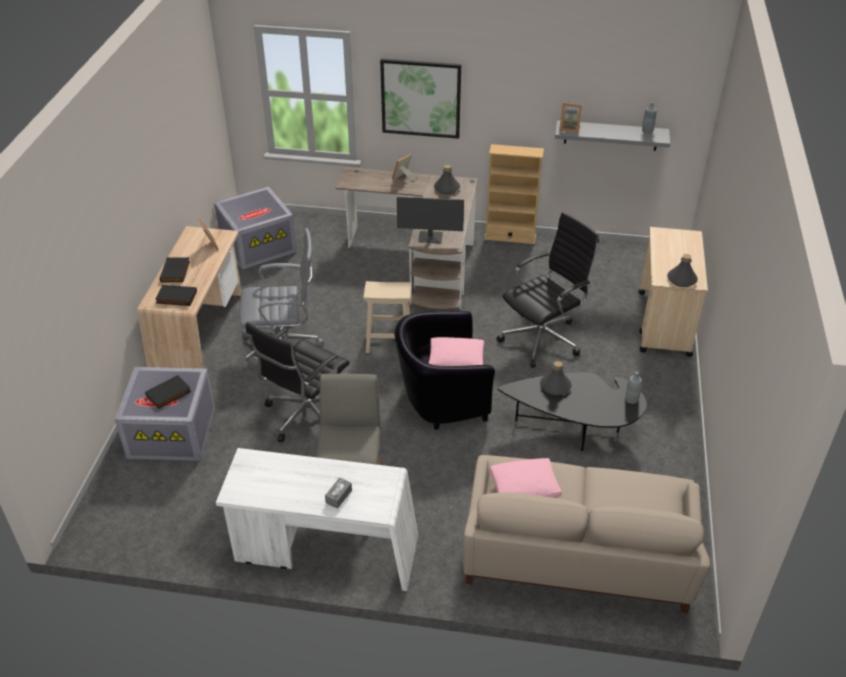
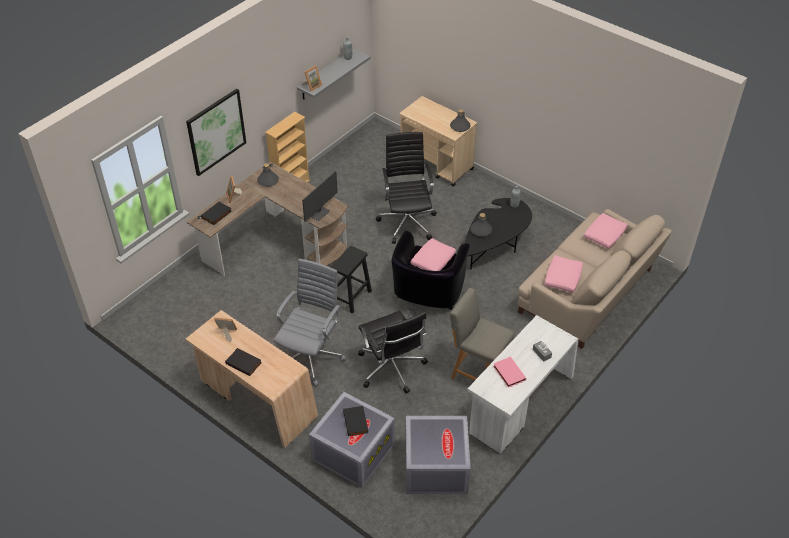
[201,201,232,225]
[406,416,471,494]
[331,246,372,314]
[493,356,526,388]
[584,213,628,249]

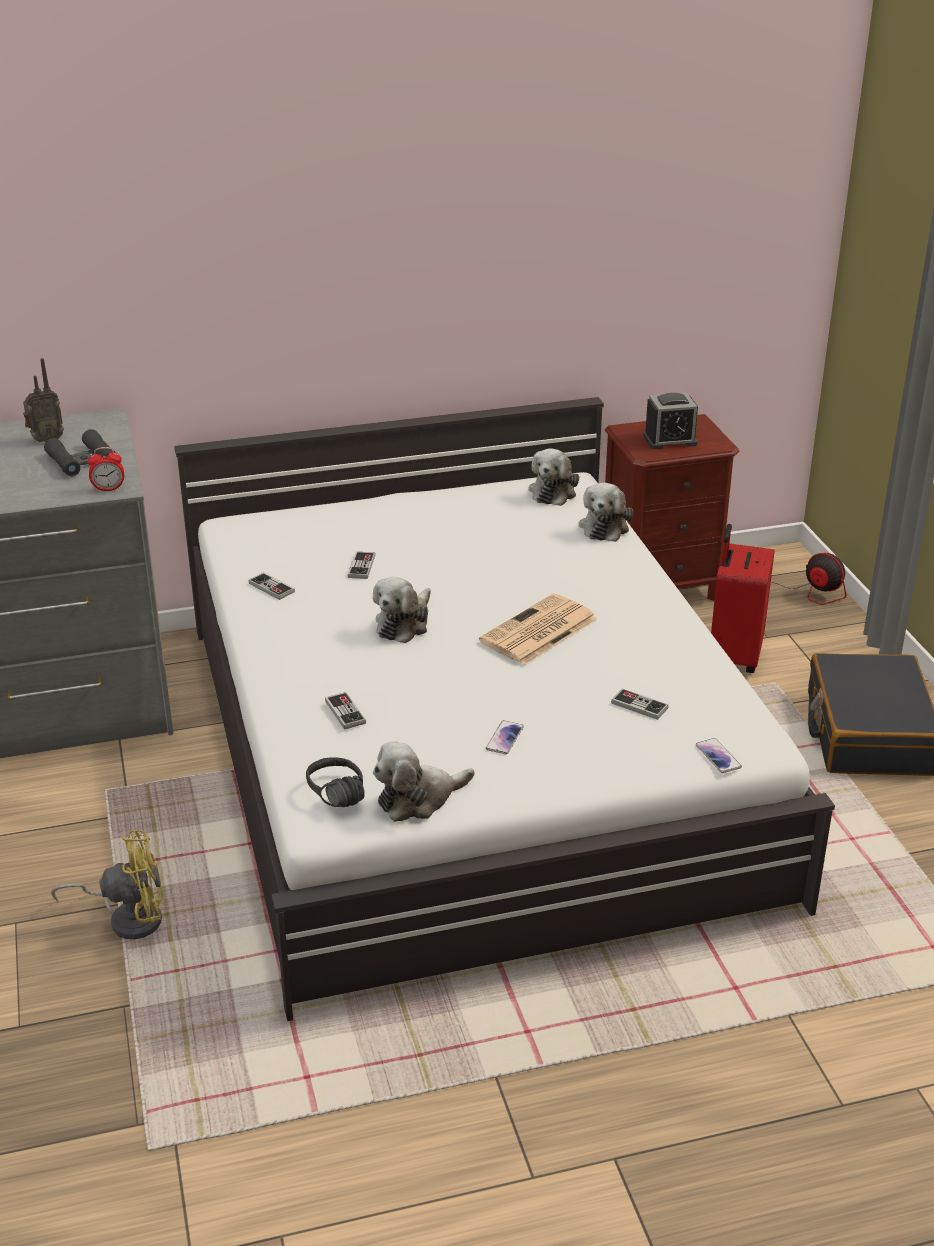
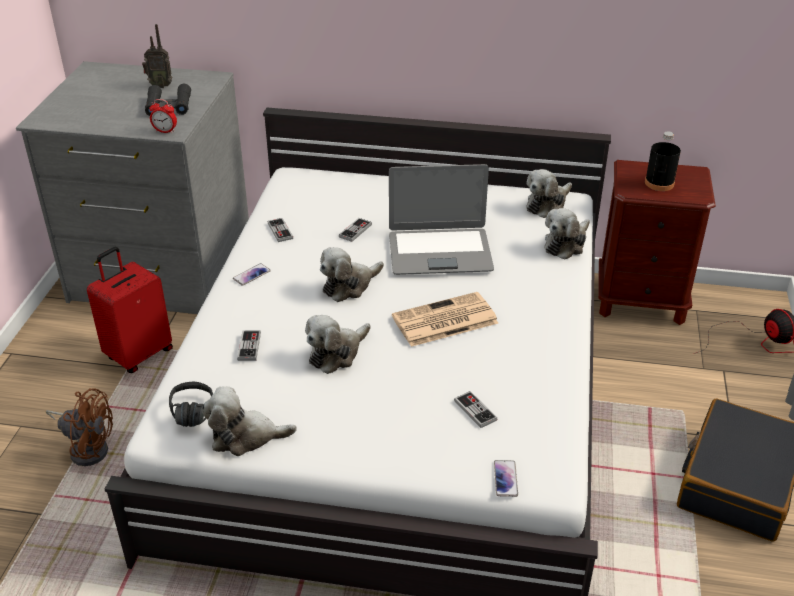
[46,388,113,466]
[233,263,271,285]
[645,131,681,191]
[87,247,173,373]
[305,315,371,374]
[389,164,494,275]

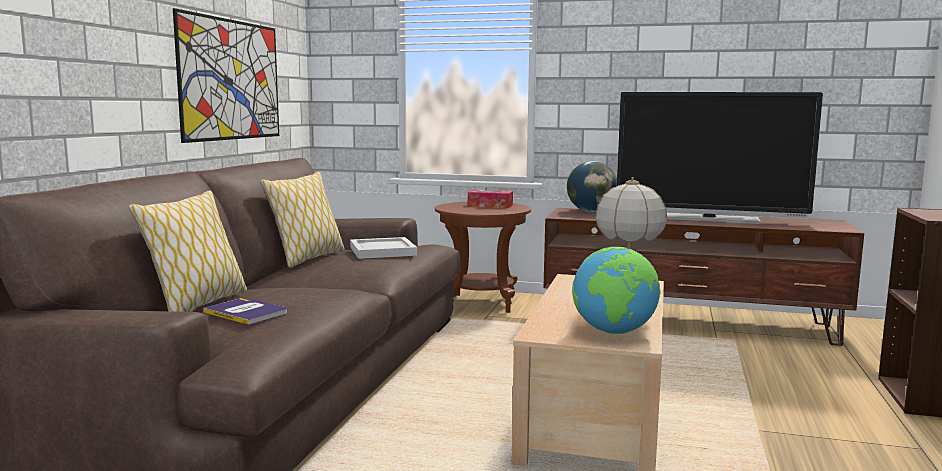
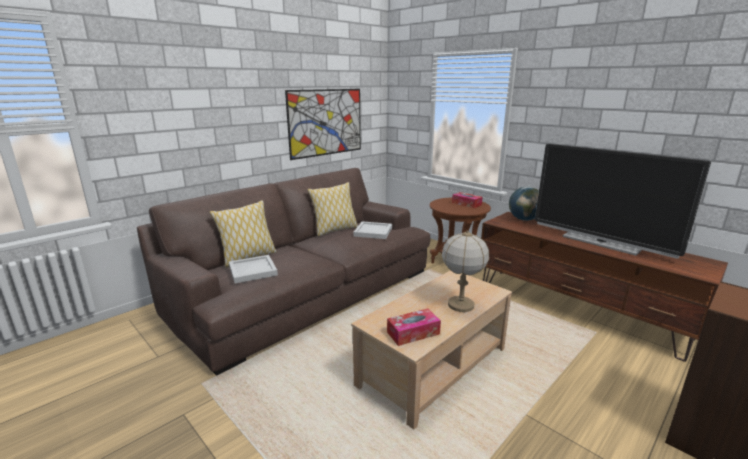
[229,255,278,283]
[387,308,441,346]

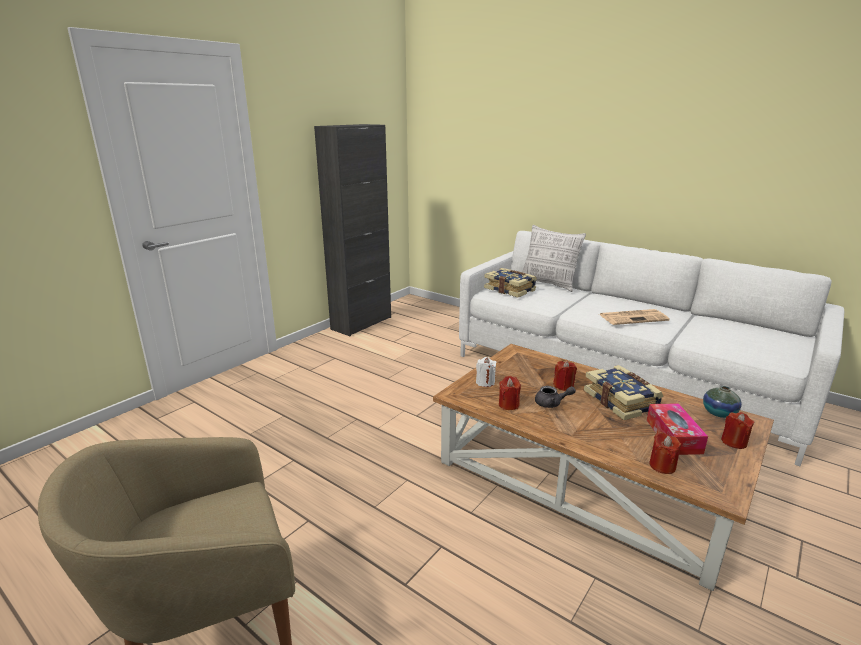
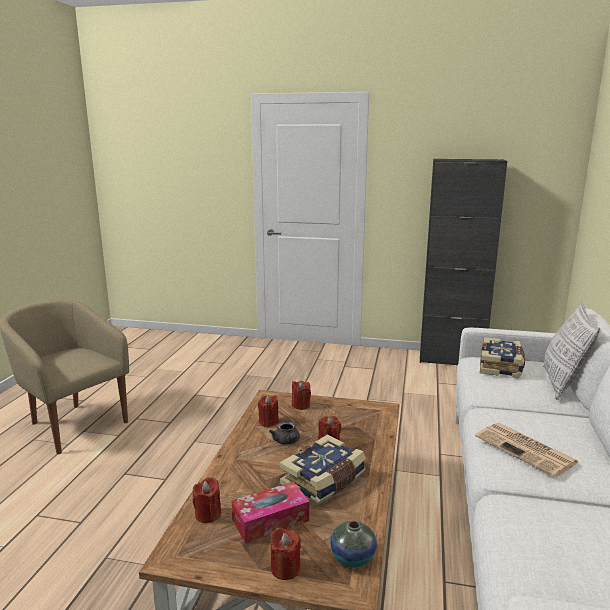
[292,381,311,410]

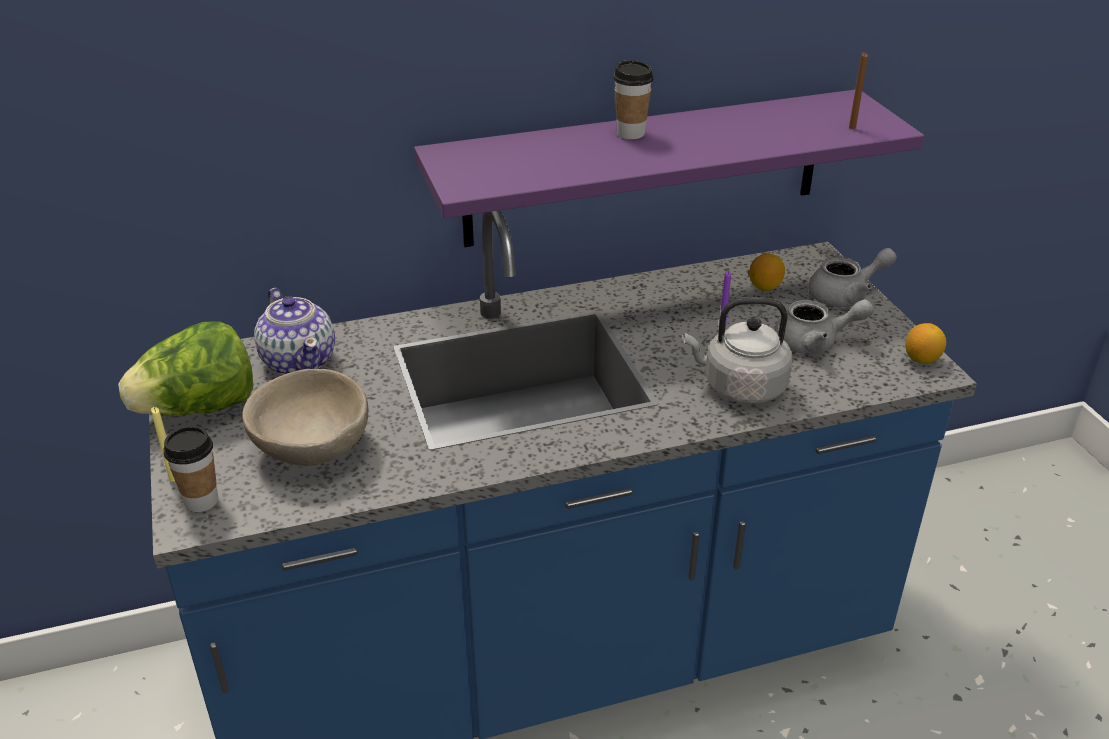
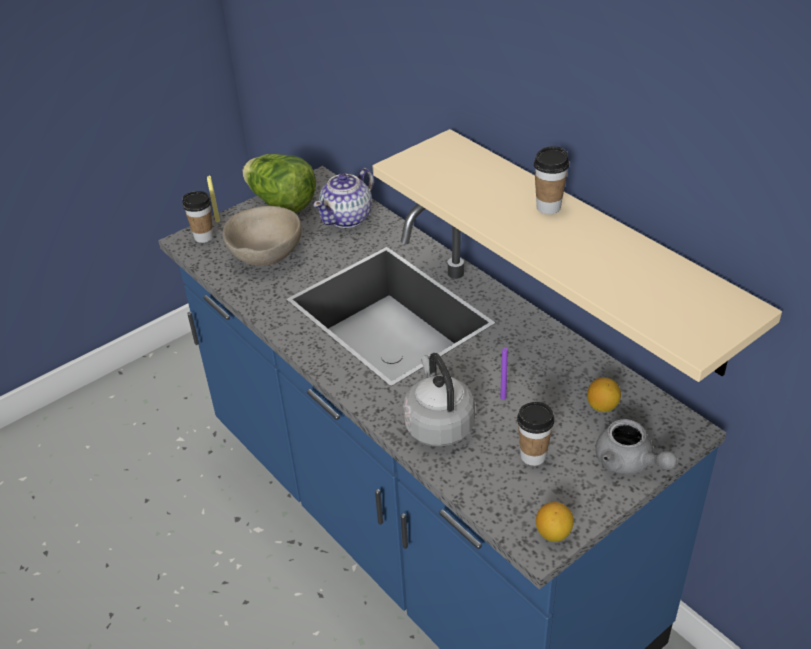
[372,129,782,382]
[517,402,554,466]
[849,53,868,129] (first image)

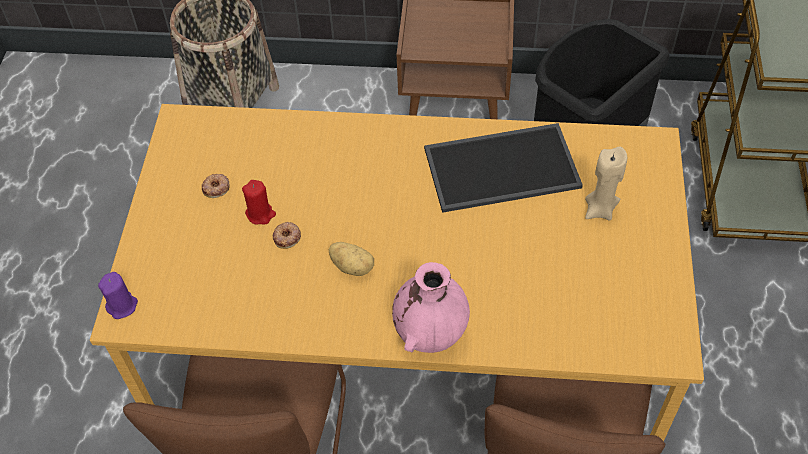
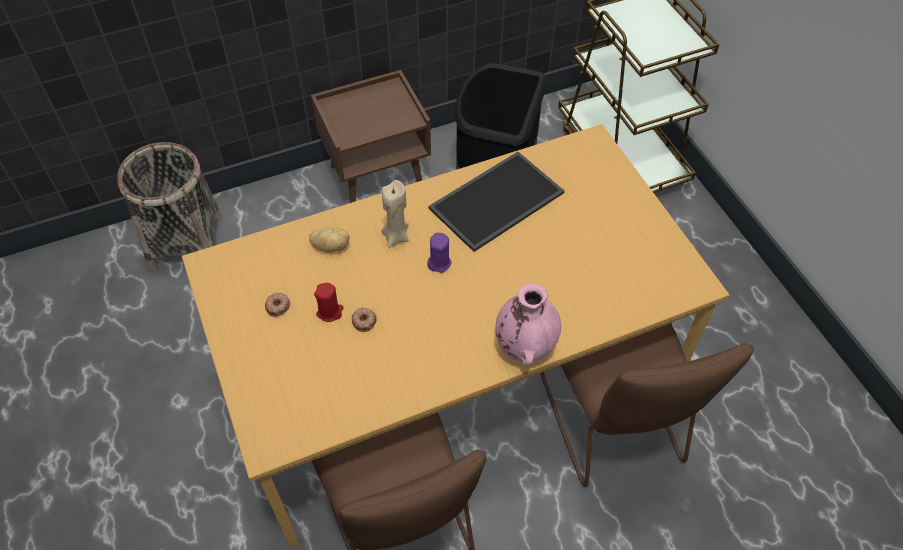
[427,233,452,273]
[309,228,350,252]
[381,180,409,248]

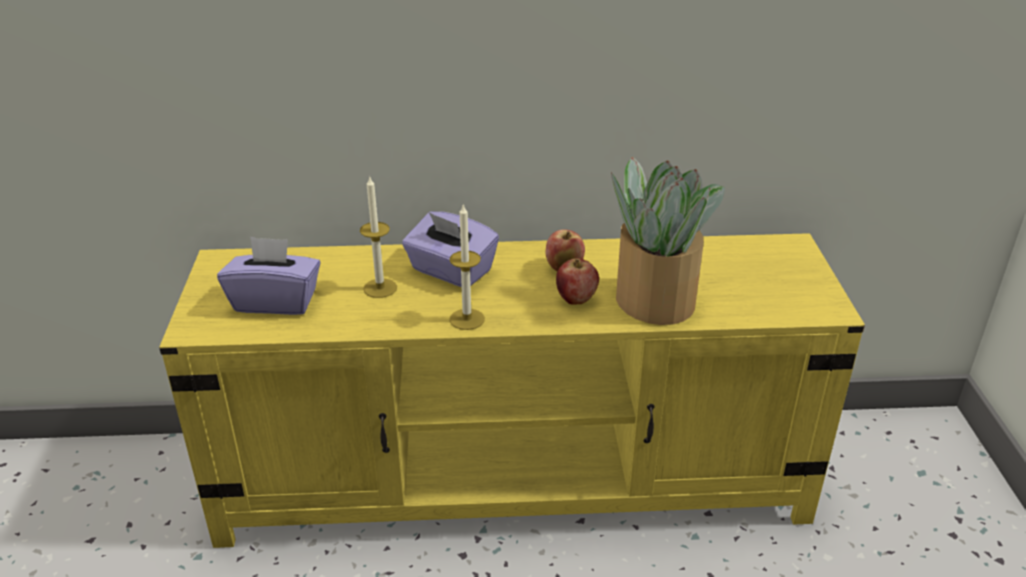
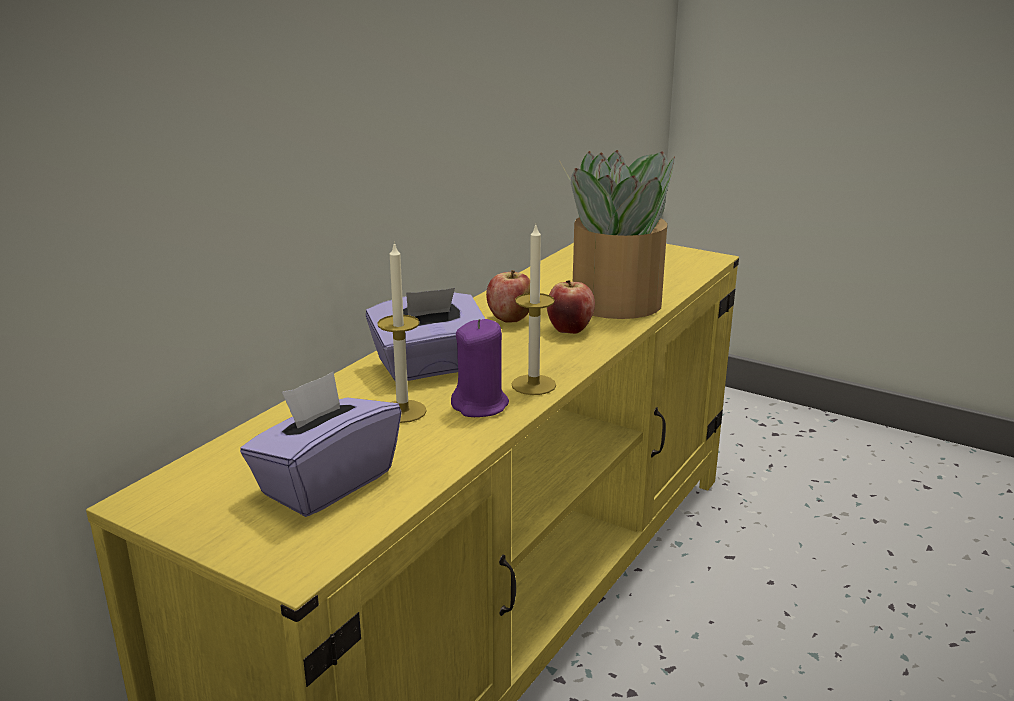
[451,319,509,417]

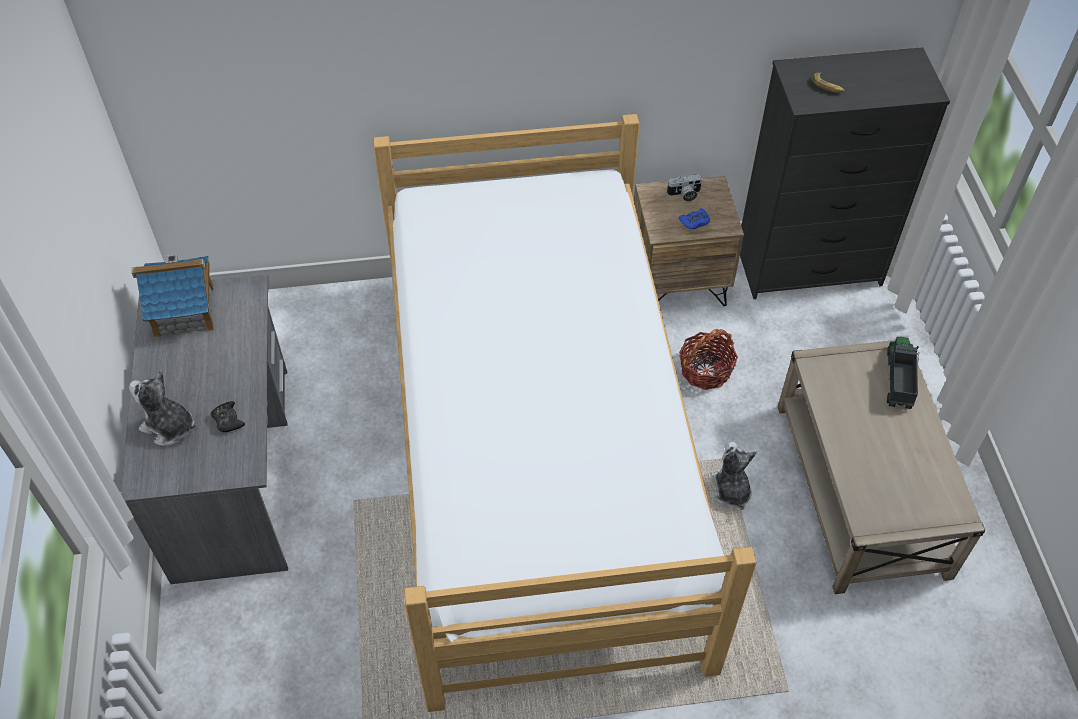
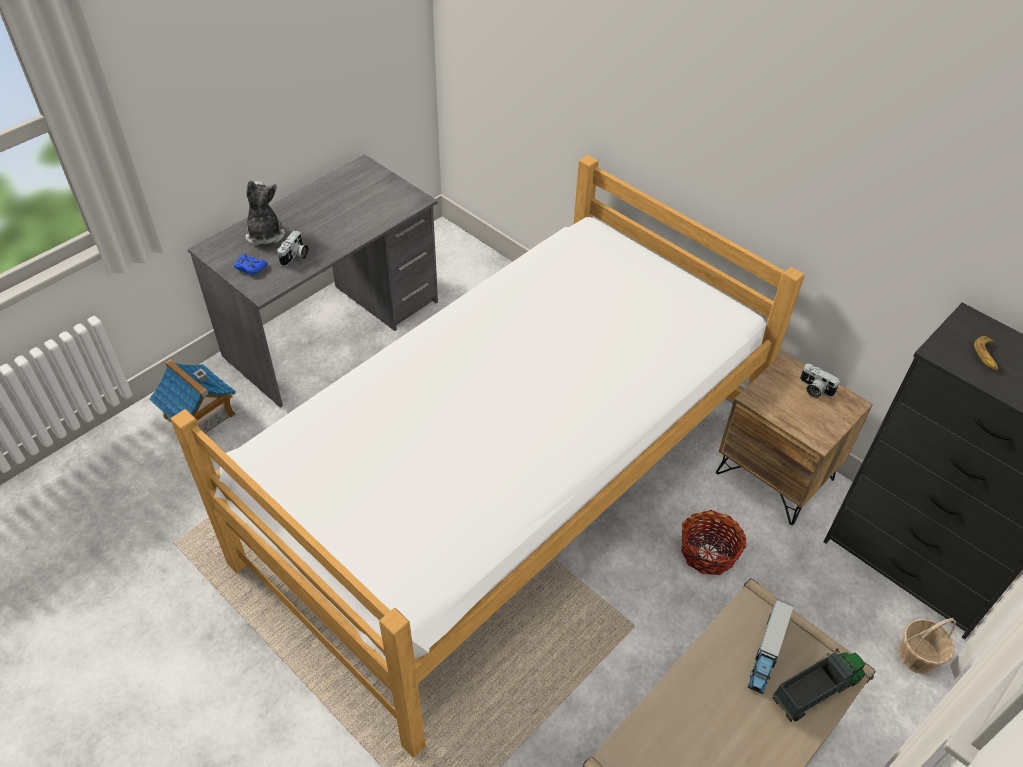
[149,359,236,434]
[277,231,309,266]
[234,254,268,274]
[711,441,756,510] (first image)
[748,599,794,694]
[898,618,956,674]

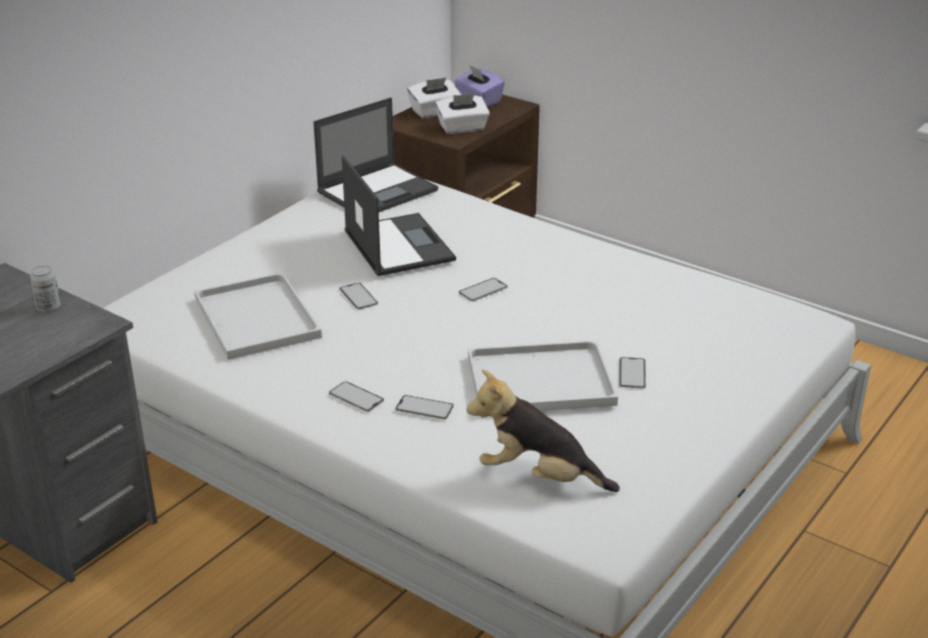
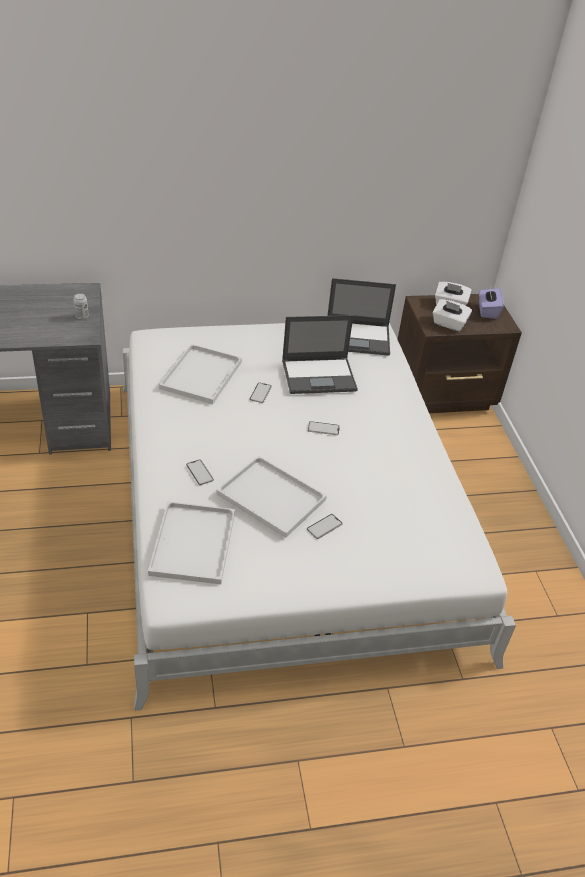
[329,381,384,412] (first image)
[282,315,358,394]
[148,501,235,584]

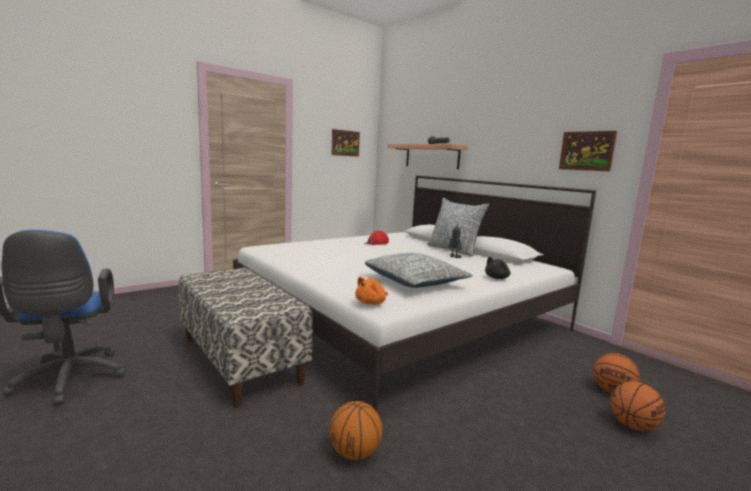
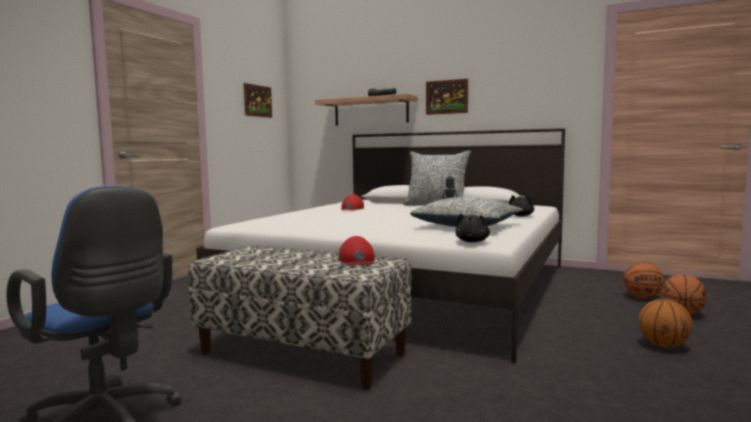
[639,299,693,348]
[456,214,490,242]
[426,79,468,115]
[339,236,375,266]

